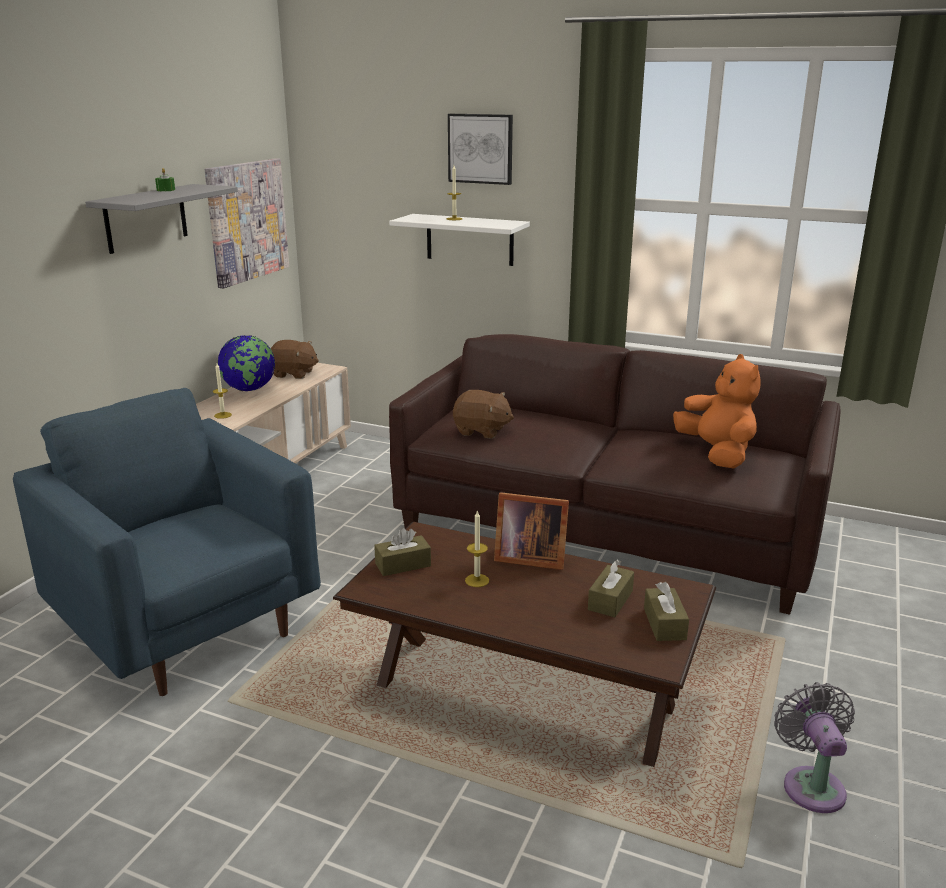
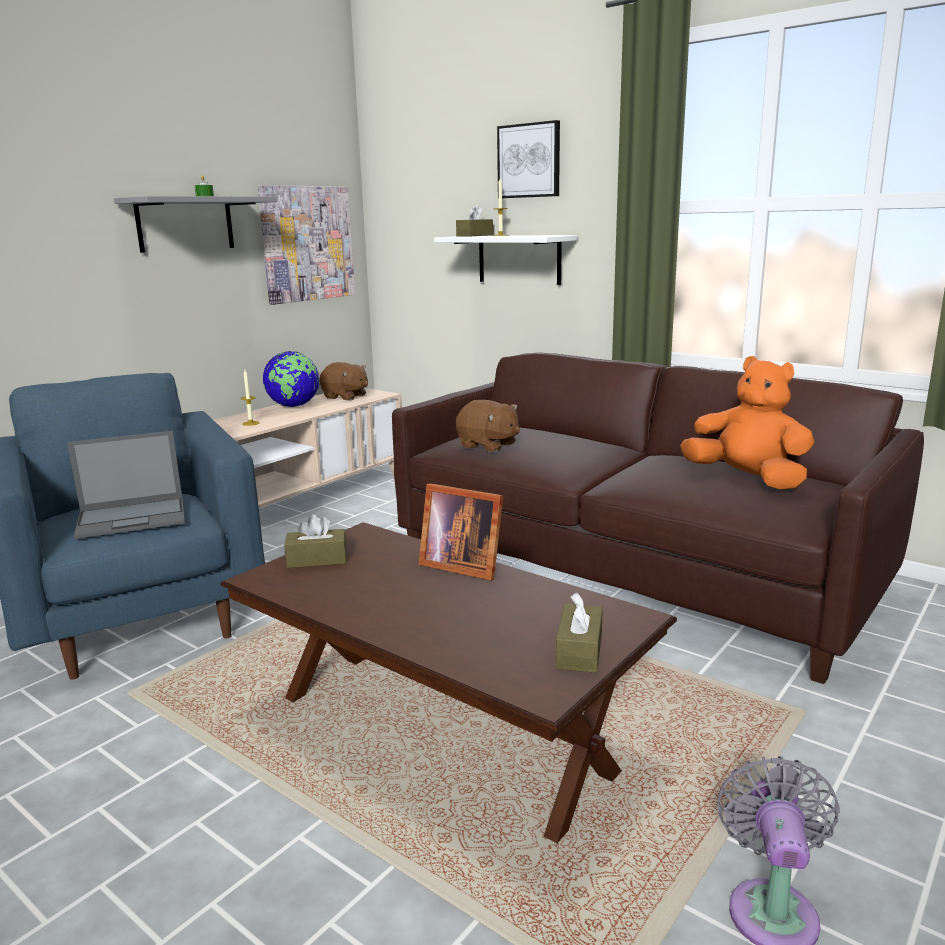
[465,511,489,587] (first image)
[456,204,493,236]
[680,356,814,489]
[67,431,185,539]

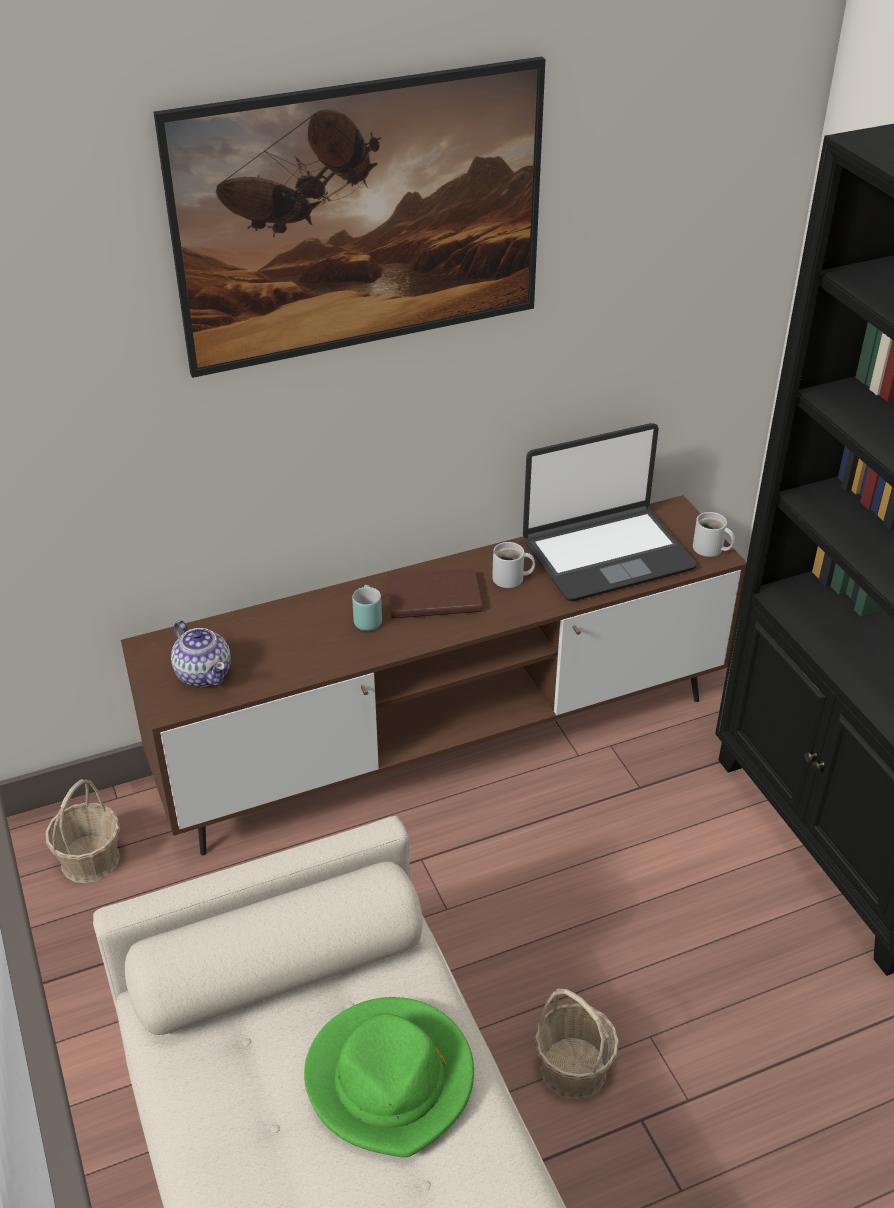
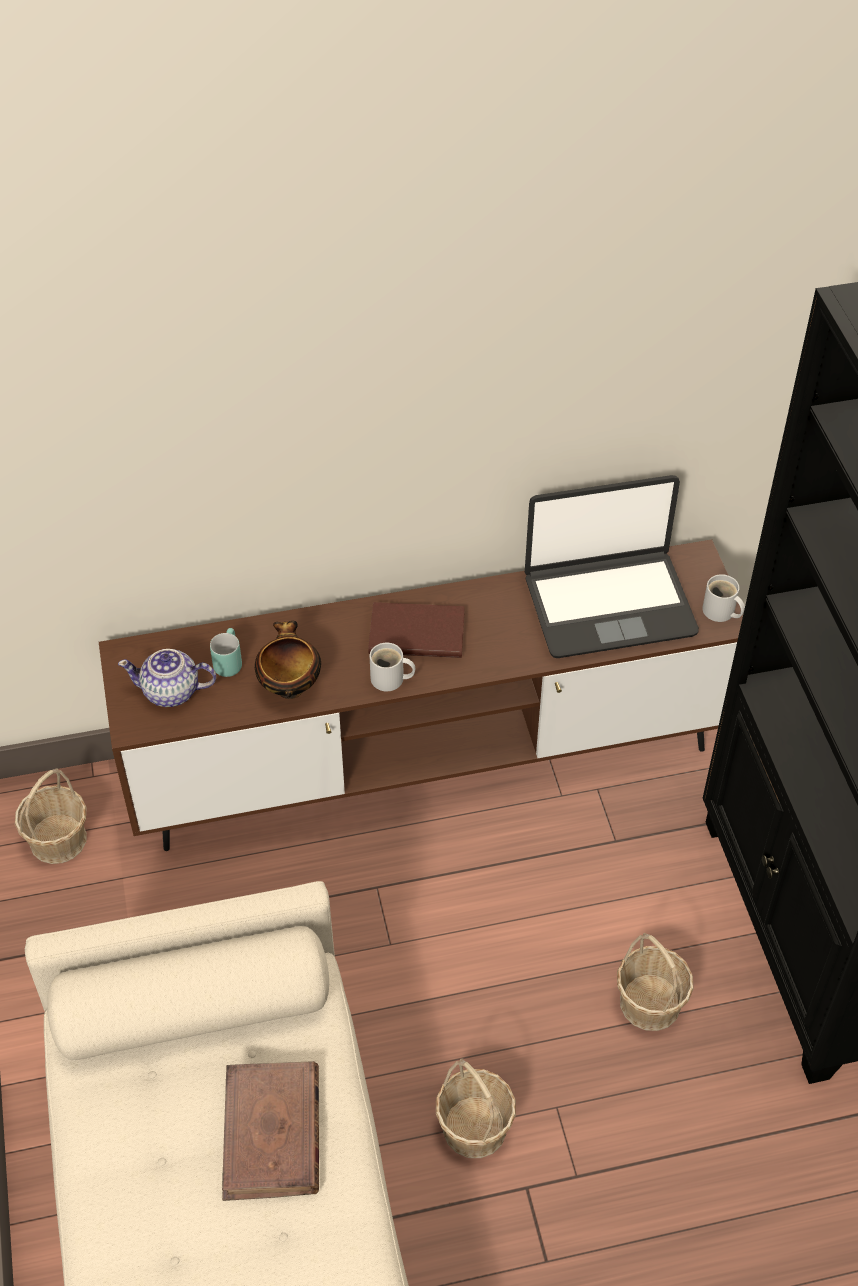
[154,56,545,378] (first image)
[118,649,216,707]
[222,1061,319,1201]
[210,628,242,677]
[370,643,415,691]
[255,621,321,699]
[617,933,694,1031]

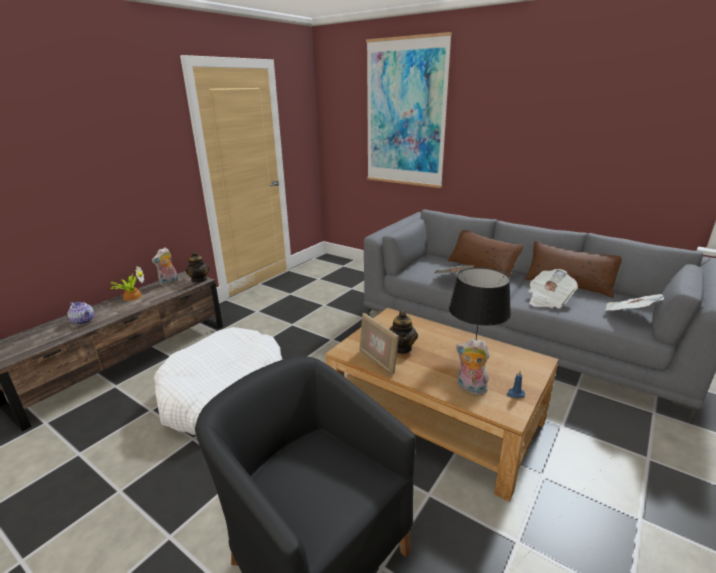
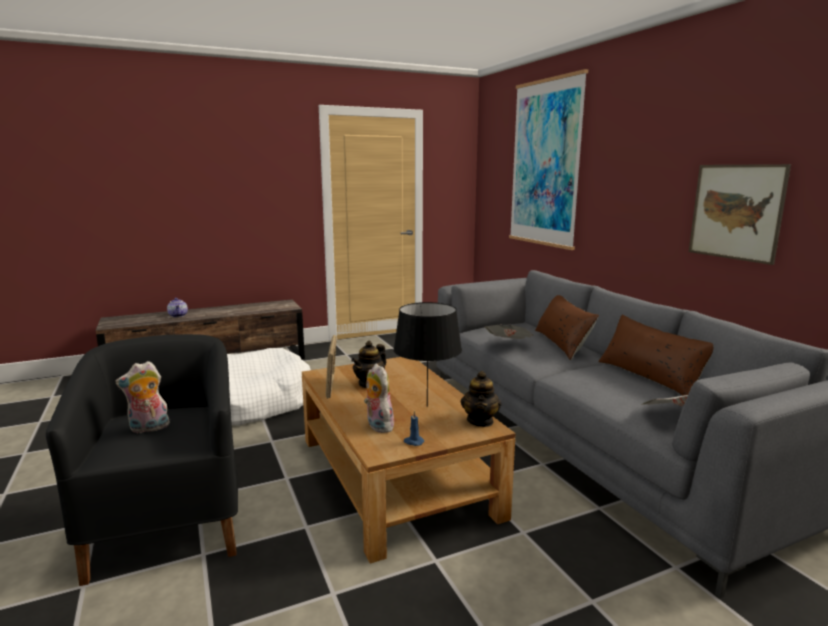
[110,266,144,301] (first image)
[115,361,170,433]
[461,371,501,427]
[528,269,578,308] (first image)
[689,164,791,265]

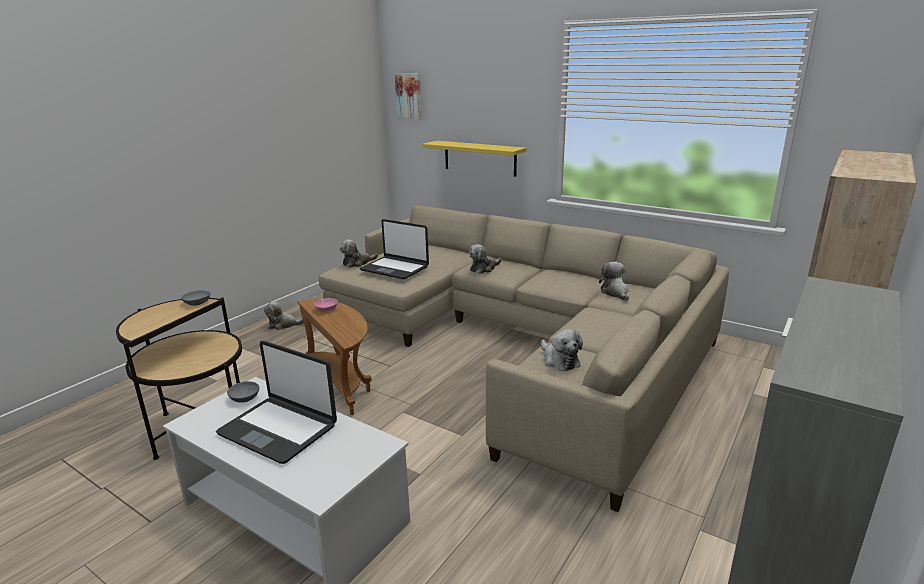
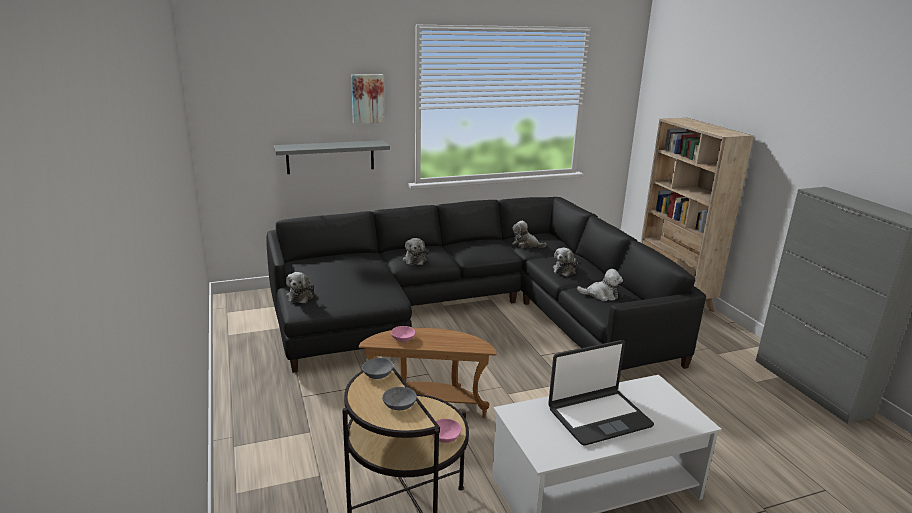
[382,387,417,410]
[553,248,578,276]
[266,197,706,373]
[360,219,429,279] (first image)
[351,74,384,124]
[273,140,390,174]
[432,419,461,443]

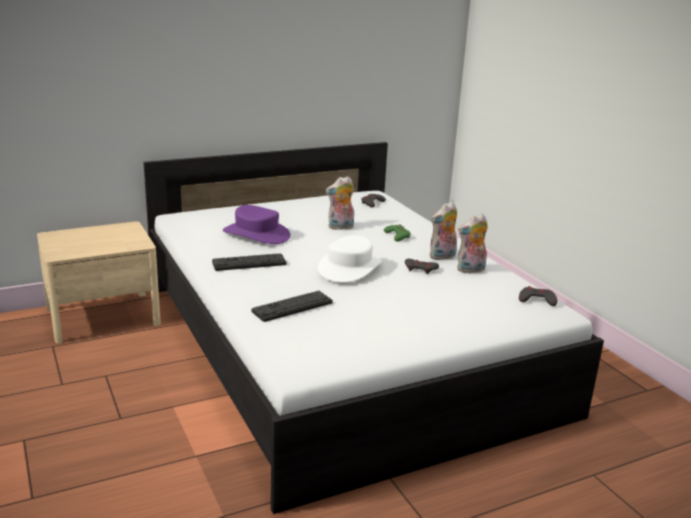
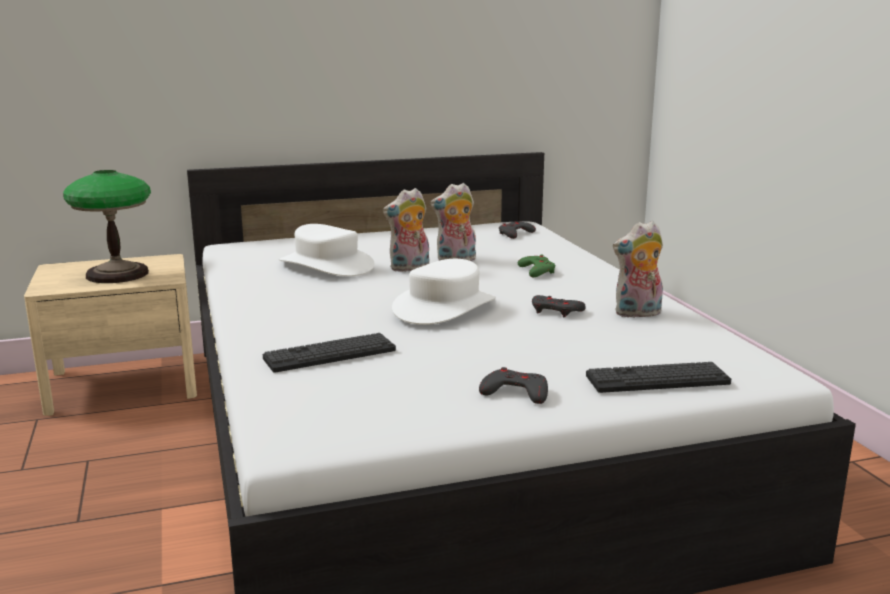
[586,362,731,393]
[279,224,374,276]
[383,188,430,272]
[479,367,548,404]
[63,170,151,283]

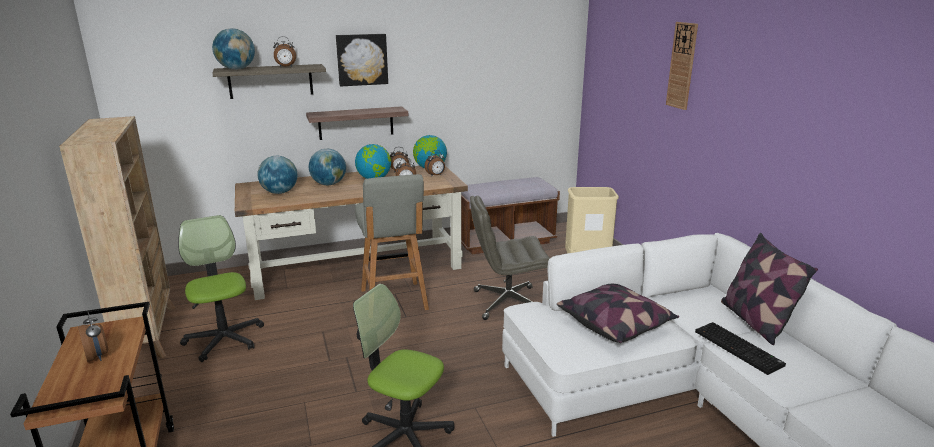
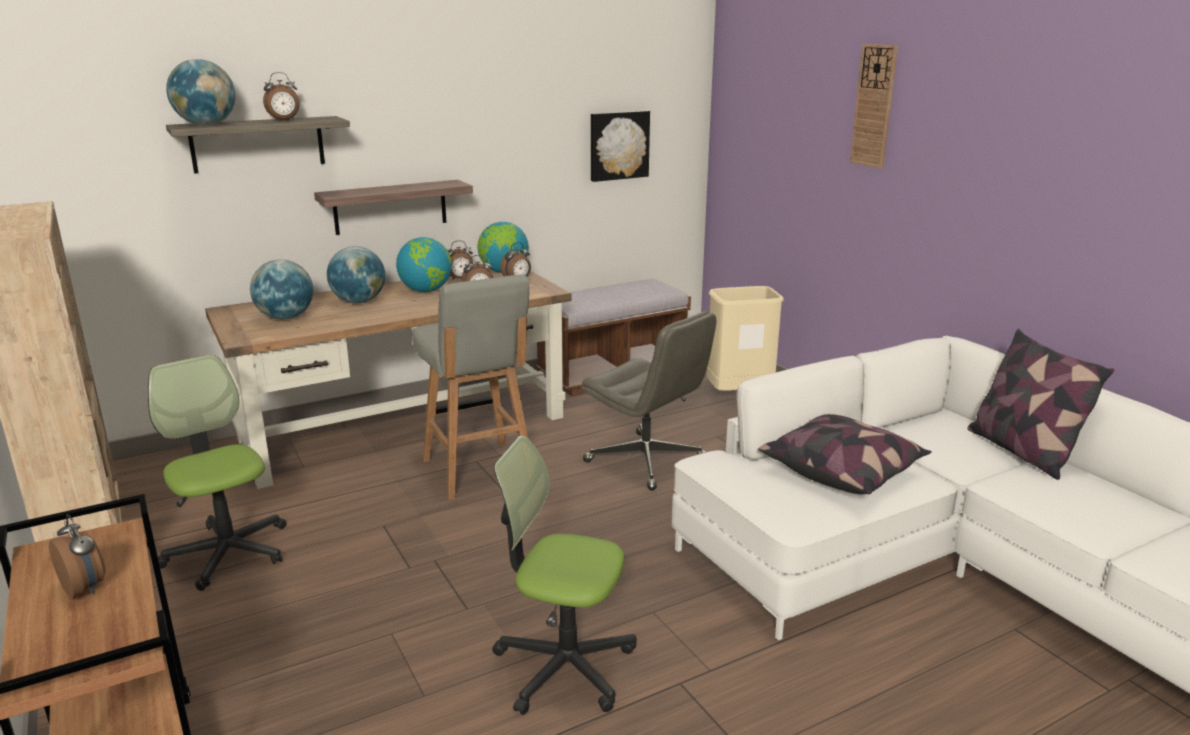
[591,111,650,182]
[581,311,716,490]
[695,322,786,375] (first image)

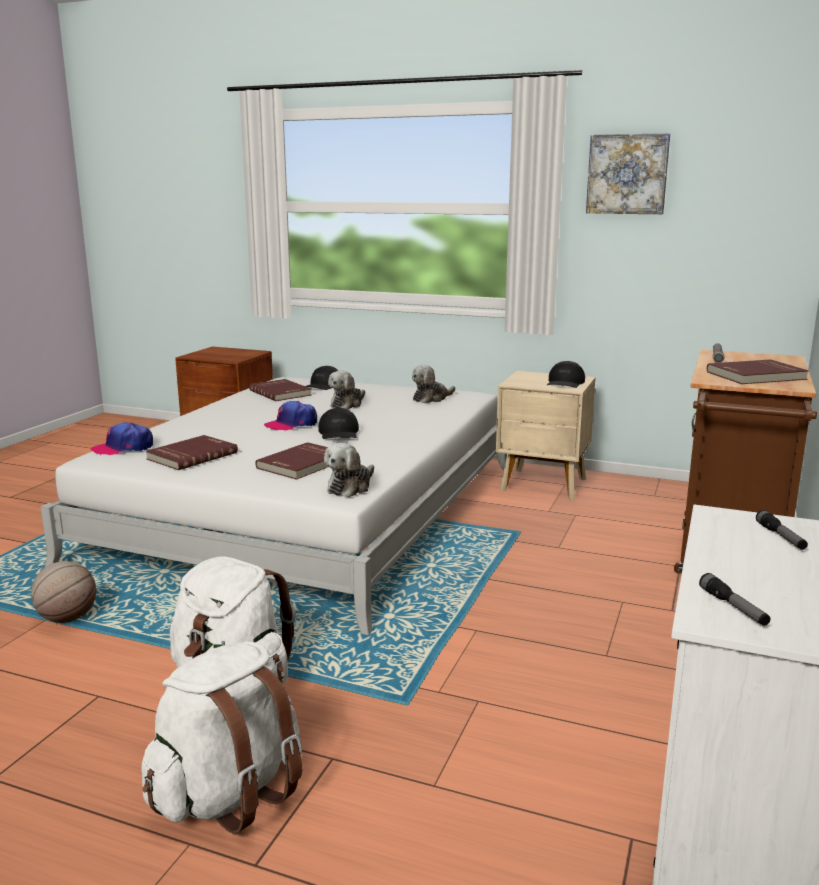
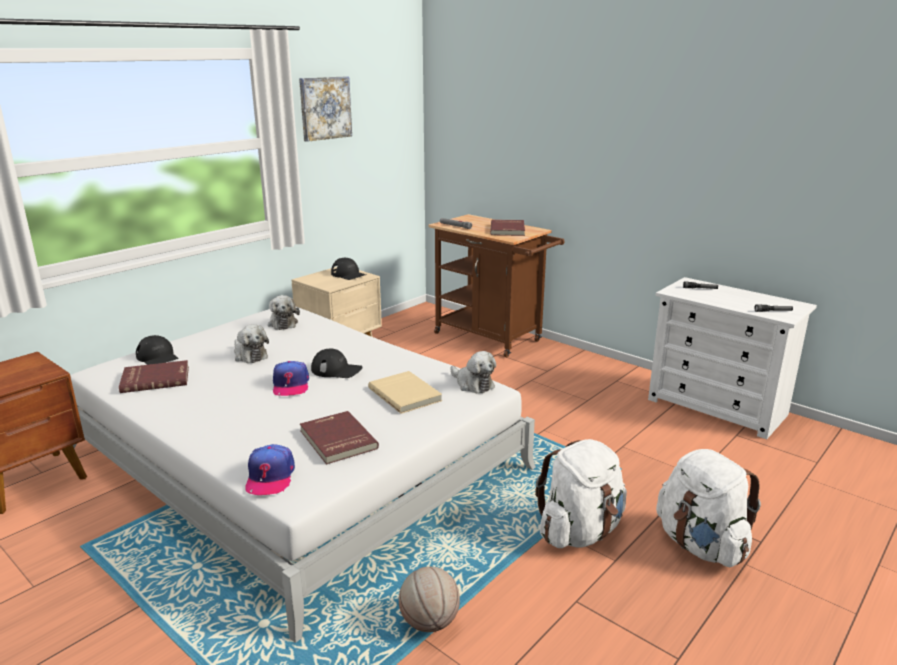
[368,371,442,414]

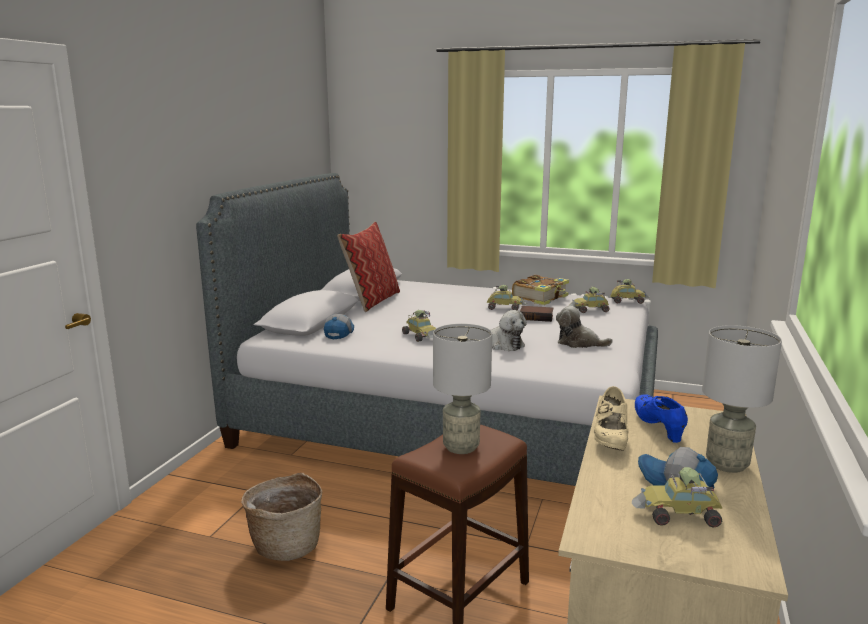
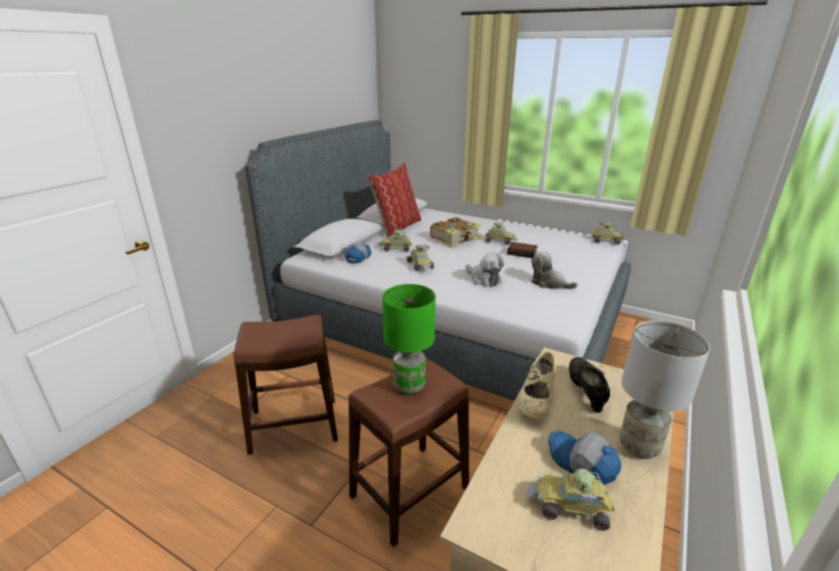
[234,315,338,455]
[382,284,436,395]
[430,217,481,247]
[378,229,412,252]
[569,357,610,413]

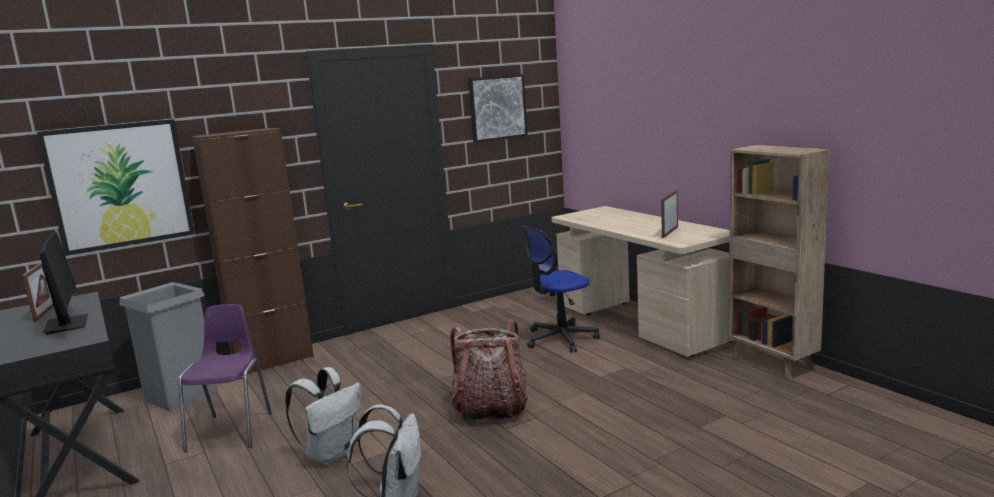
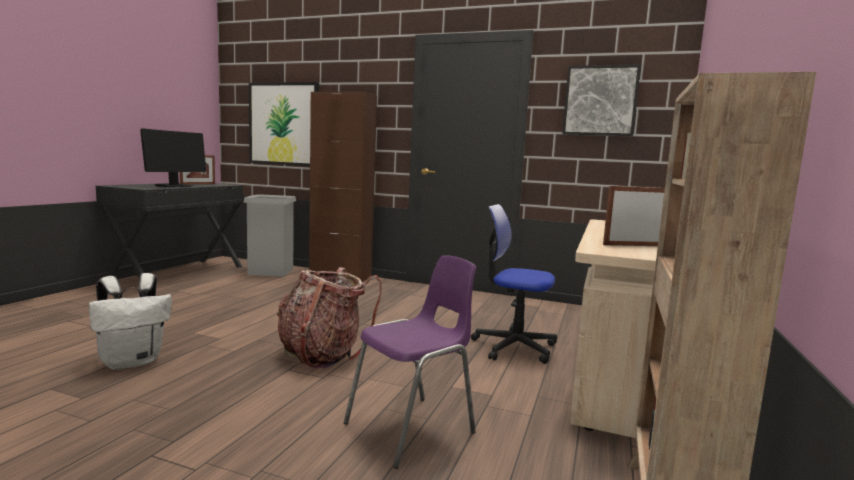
[344,255,476,469]
[285,367,361,464] (first image)

